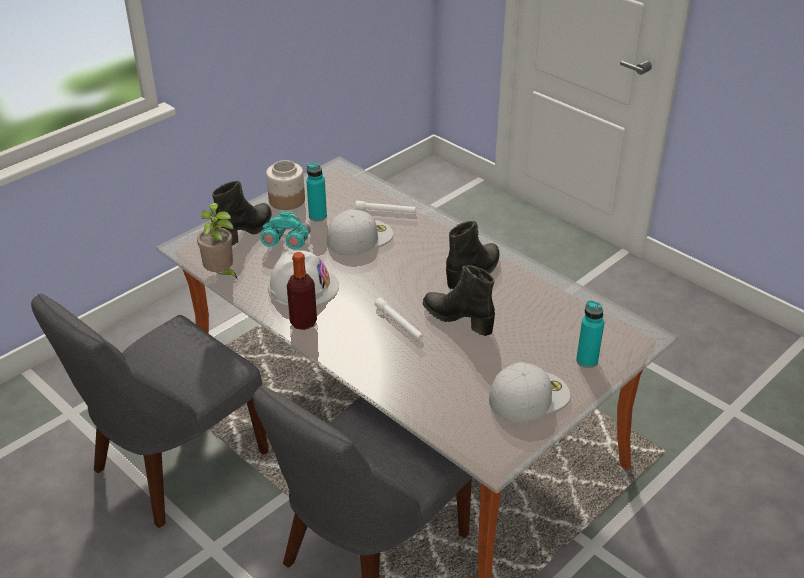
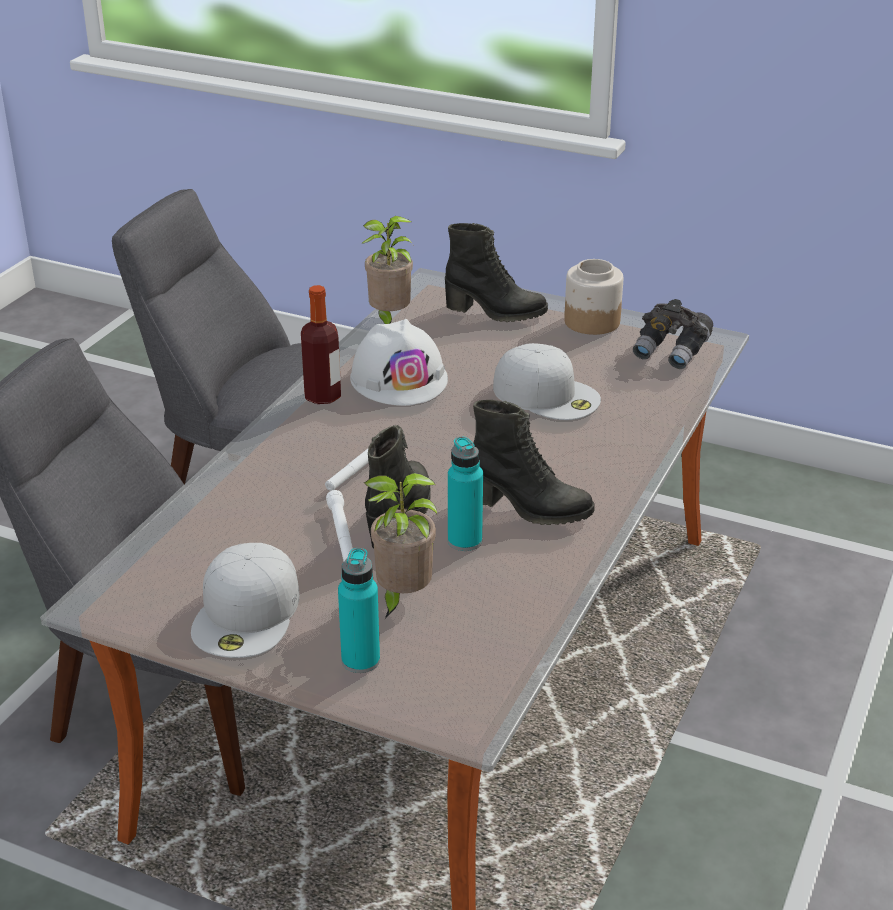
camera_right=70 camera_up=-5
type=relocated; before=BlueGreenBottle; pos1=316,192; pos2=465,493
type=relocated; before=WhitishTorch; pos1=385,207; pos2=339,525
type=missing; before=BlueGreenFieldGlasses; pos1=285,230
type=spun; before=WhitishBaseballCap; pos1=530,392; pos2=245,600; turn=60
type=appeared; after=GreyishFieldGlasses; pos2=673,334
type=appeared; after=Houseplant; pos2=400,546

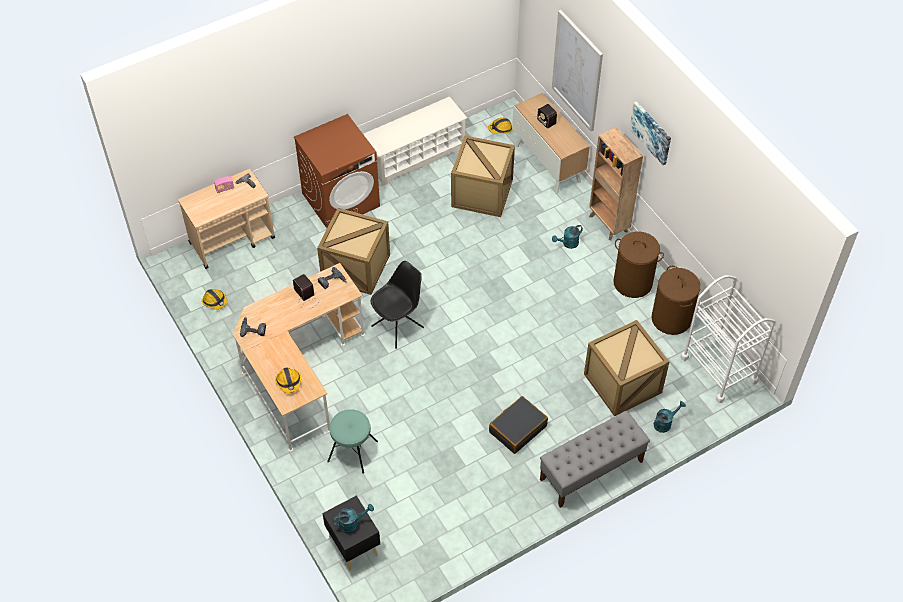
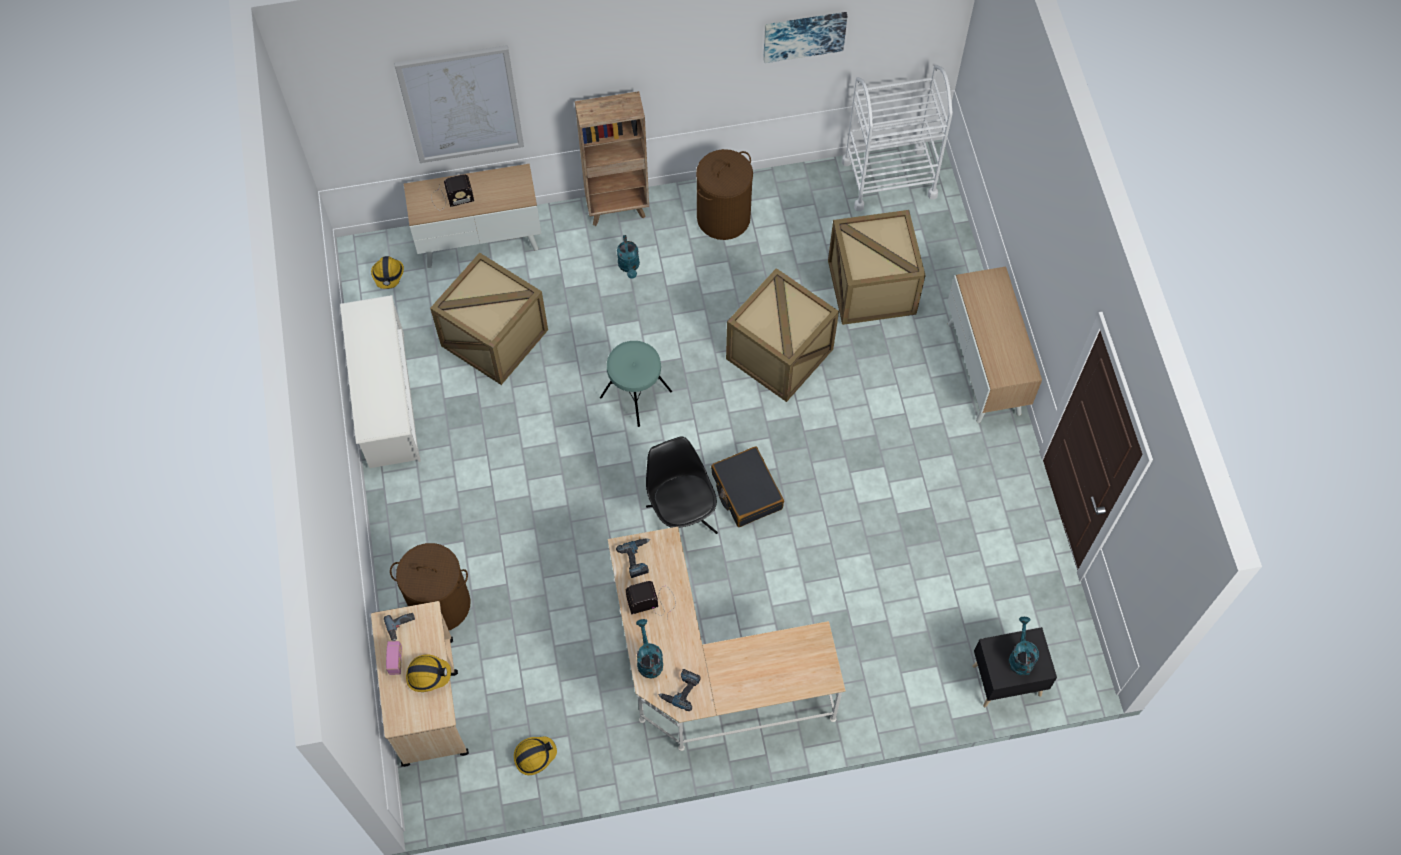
camera_right=-70 camera_up=10
type=relocated; before=Picture; pos1=650,133; pos2=805,37
type=missing; before=BrownColouredLaundryAppliance; pos1=337,171
type=relocated; before=PackingCrate; pos1=353,251; pos2=782,335
type=relocated; before=BrownColouredLaundryBasket; pos1=676,300; pos2=430,586
type=relocated; before=SafetyHelmet; pos1=288,380; pos2=428,673
type=relocated; before=BlackPieceOfLuggage; pos1=518,425; pos2=747,486
type=relocated; before=BlueGreenWateringPot; pos1=670,417; pos2=649,648
type=relocated; before=BlueGreenStoolSeat; pos1=352,441; pos2=636,384
type=exchanged; before=GreyishIndoorBench; after=Cupboard; pos1=595,459; pos2=994,345

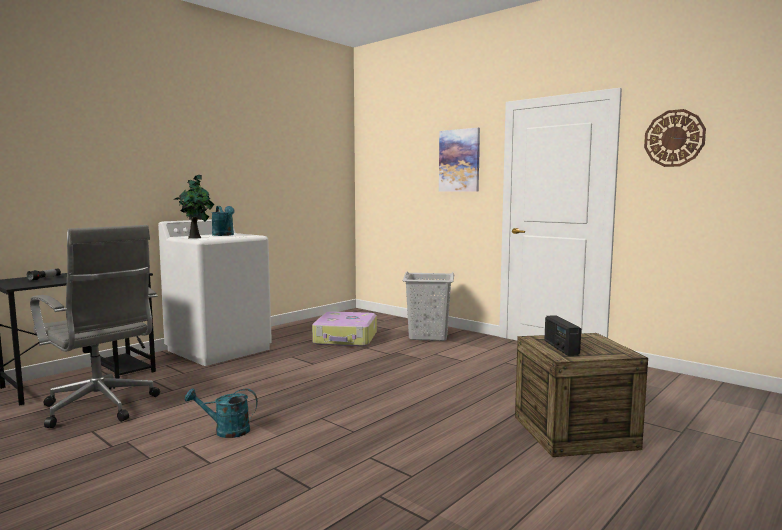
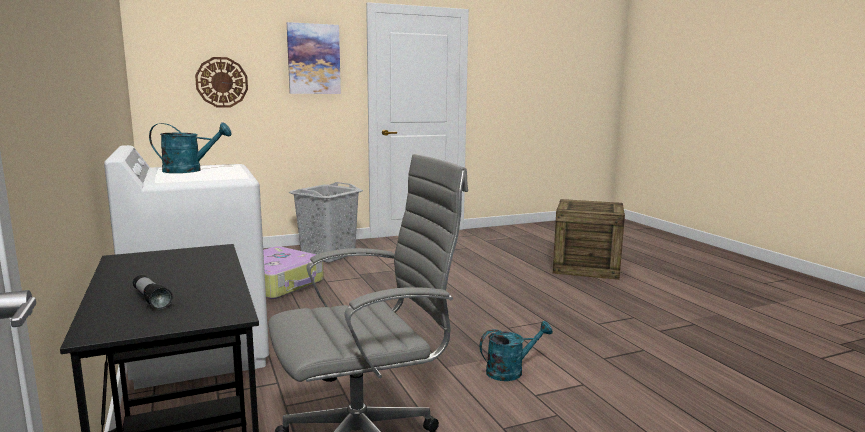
camera_right=-65 camera_up=5
type=relocated; before=ClockOnTheWall; pos1=675,138; pos2=221,82
type=missing; before=Houseplant; pos1=194,207
type=missing; before=Radio; pos1=562,335
type=spun; before=BlueGreenWateringPot; pos1=221,413; pos2=516,351; turn=-135

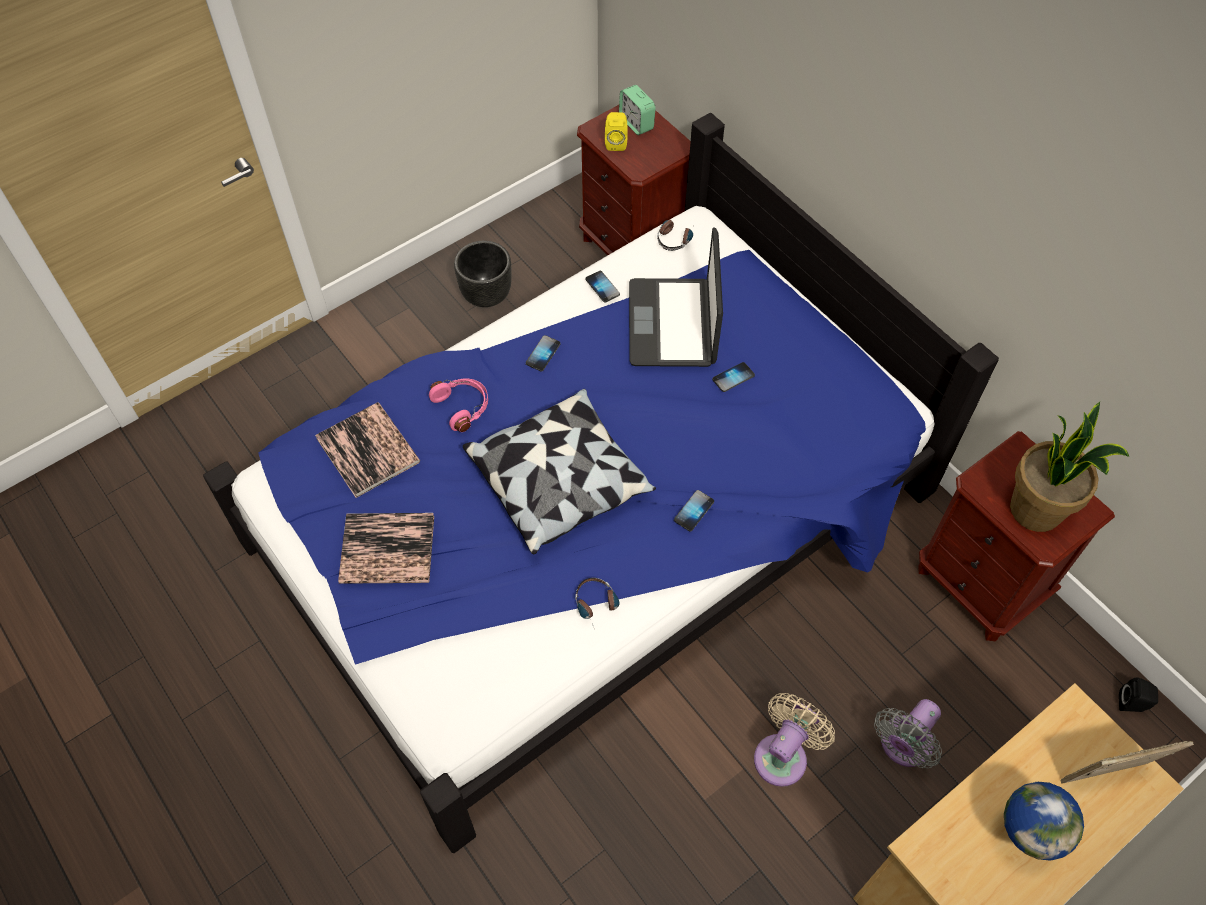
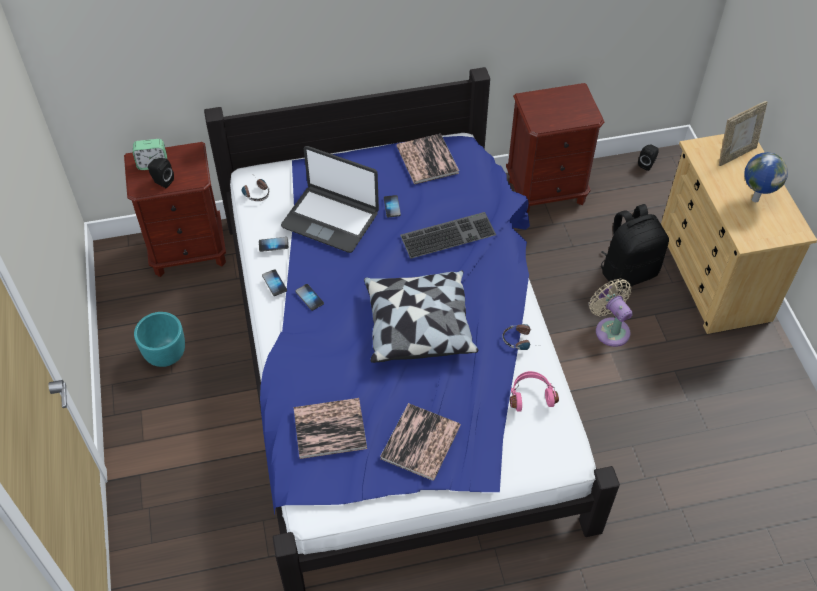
camera_right=-65 camera_up=-5
type=colour; before=YellowAudioSpeaker; after=BlackAudioSpeaker; pos1=616,131; pos2=161,173
type=colour; before=BlackFlowerPot; after=BlueGreenFlowerPot; pos1=483,274; pos2=159,339
type=relocated; before=PinkHeadphones; pos1=458,405; pos2=534,391
type=missing; before=Houseplant; pos1=1069,467
type=relocated; before=Phone; pos1=694,510; pos2=274,282
type=exchanged; before=GreyishCoolingFan; after=BlackKnapsack; pos1=908,734; pos2=635,246
type=spun; before=PictureFrame; pos1=1127,762; pos2=743,133; turn=-135
type=appeared; after=BoundBook; pos2=427,159
type=appeared; after=ComputerKeyboard; pos2=448,235

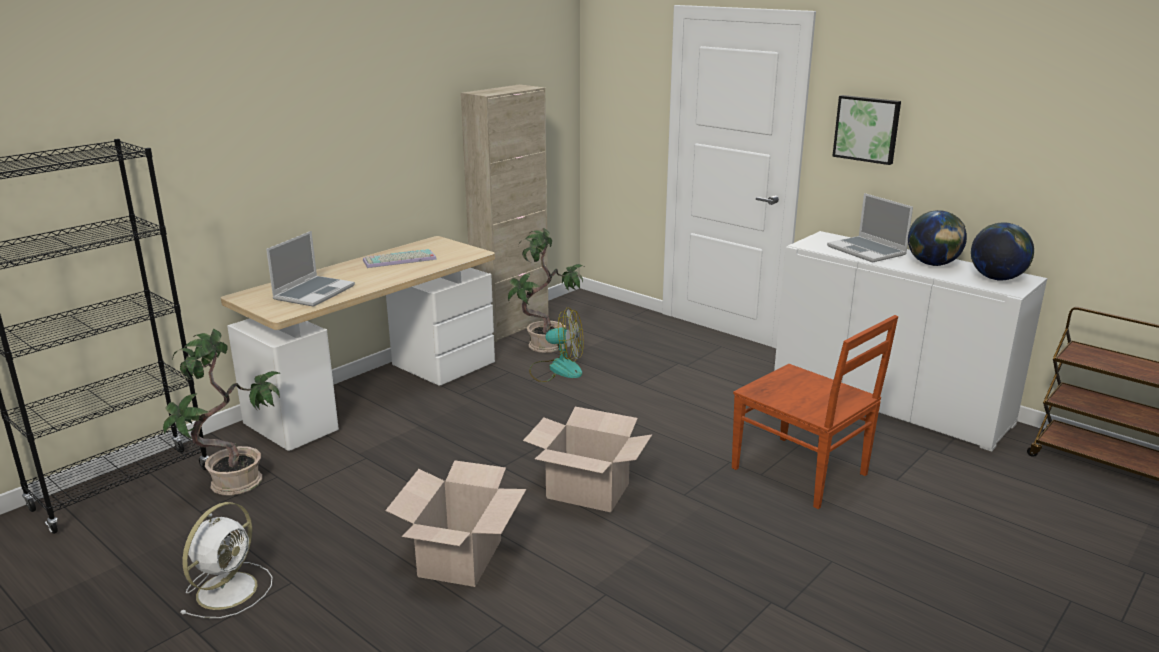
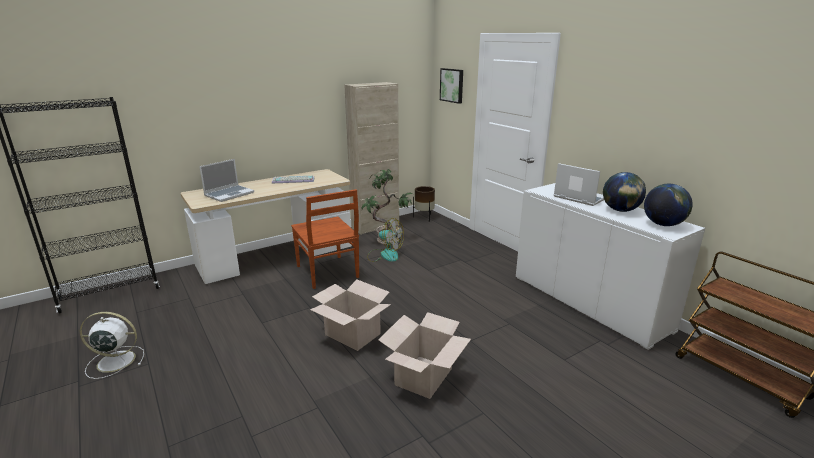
camera_right=15 camera_up=0
type=relocated; before=Picture; pos1=866,130; pos2=451,86
type=spun; before=Laptop; pos1=870,228; pos2=579,184; turn=150
type=relocated; before=BrownColouredChair; pos1=815,412; pos2=325,239
type=missing; before=Houseplant; pos1=222,412
type=relocated; before=CardboardBox; pos1=455,523; pos2=424,355
type=spun; before=WhitishCoolingFan; pos1=227,560; pos2=112,345; turn=-135
type=appeared; after=BrownColouredFlowerPot; pos2=424,204

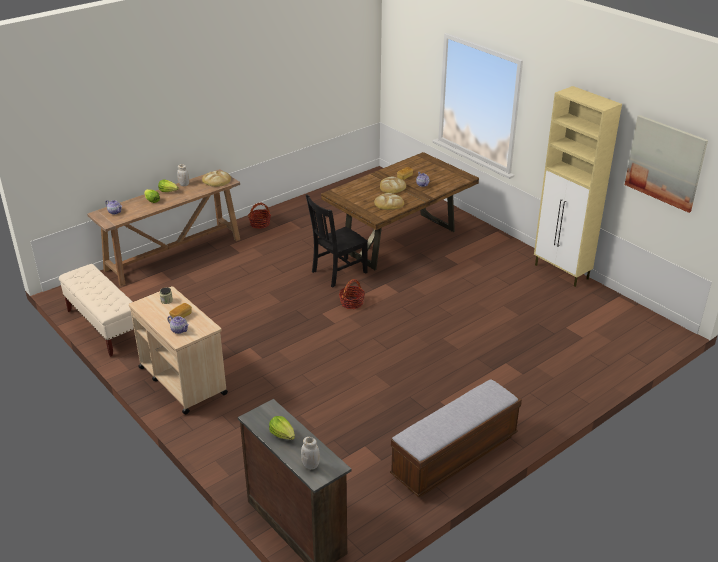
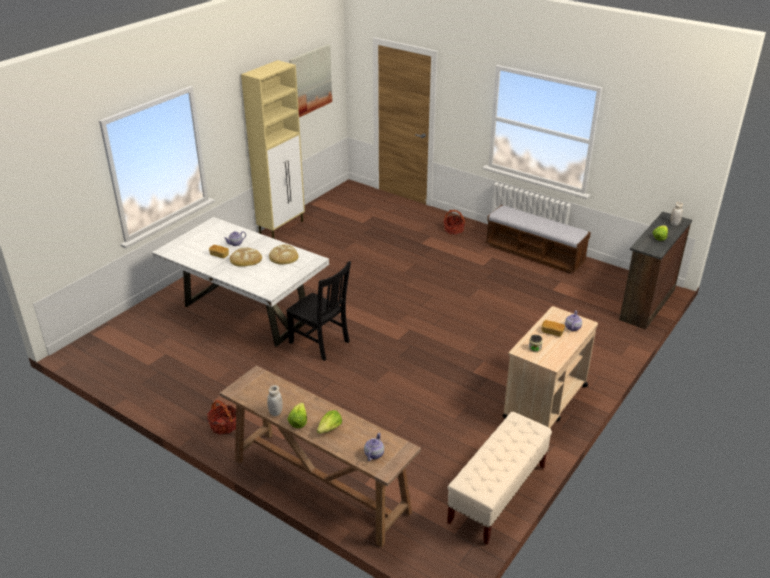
camera_right=-105 camera_up=0
type=colour; before=BrownColouredKitchenTable; after=WhitishKitchenTable; pos1=400,211; pos2=240,282
type=missing; before=Bread; pos1=216,179
type=relocated; before=HouseholdBasket; pos1=352,294; pos2=454,222

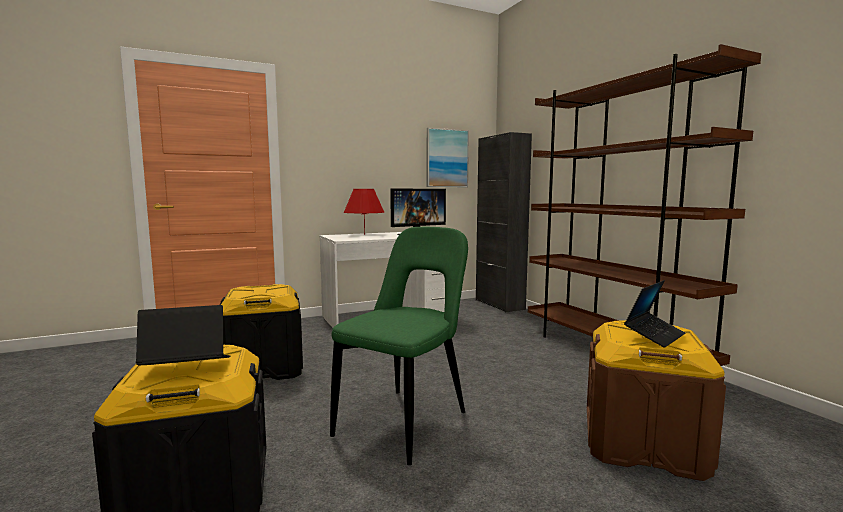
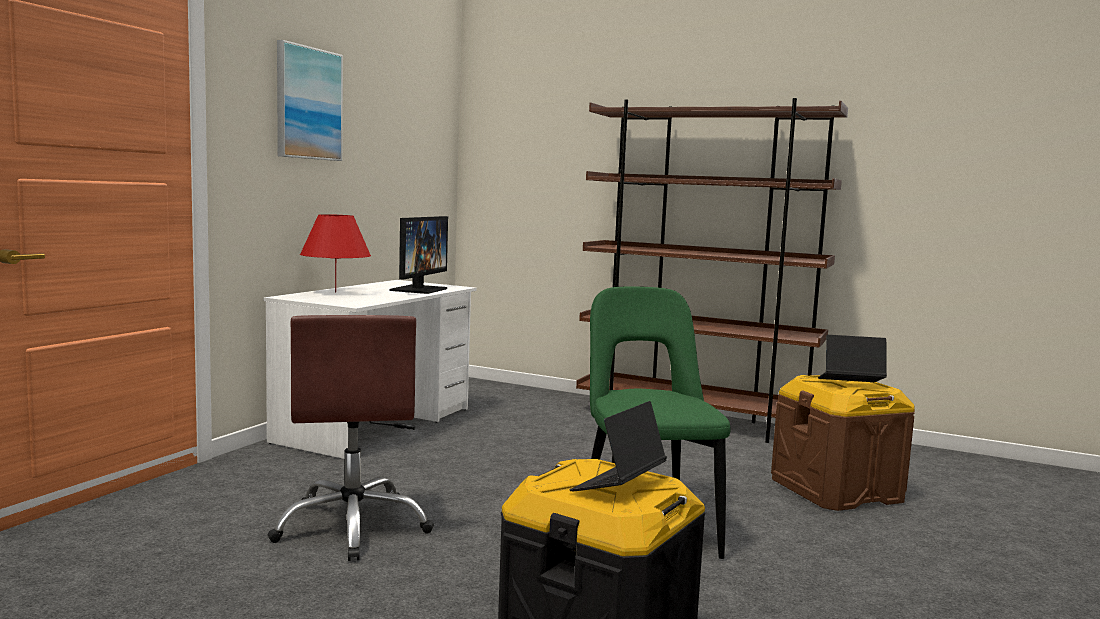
camera_right=-40 camera_up=0
type=relocated; before=Picture; pos1=448,157; pos2=310,100
type=missing; before=BlackCupboard; pos1=504,222
type=spun; before=Laptop; pos1=654,314; pos2=852,358; turn=-90
type=exchanged; before=BlackStorageBox; after=BrownColouredOfficeChair; pos1=261,332; pos2=351,438

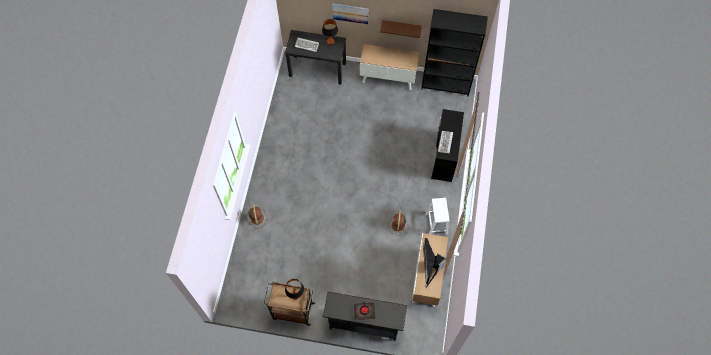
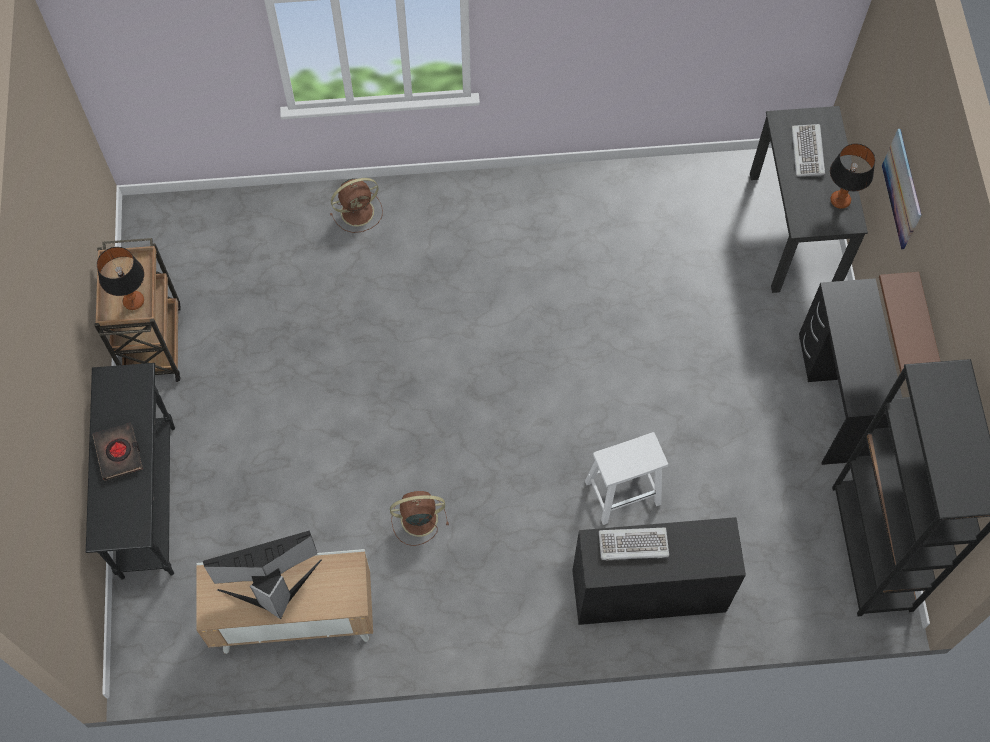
camera_right=75 camera_up=0
type=exchanged; before=Cupboard; after=BlackDesk; pos1=389,67; pos2=850,371
type=relocated; before=WhitishStoolSeat; pos1=438,216; pos2=626,478

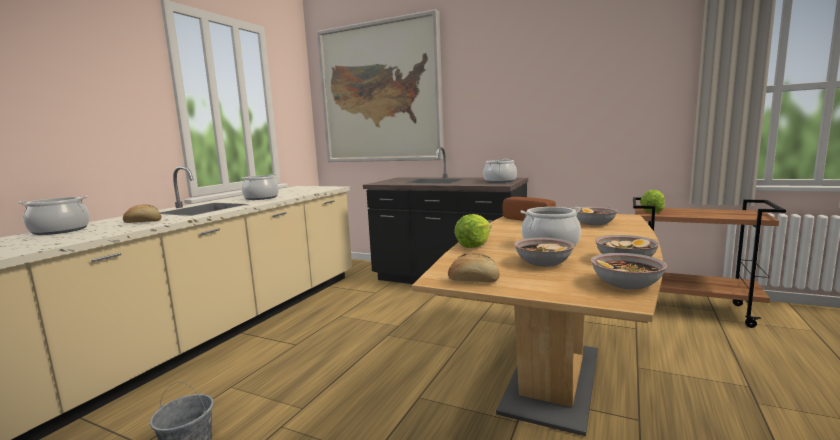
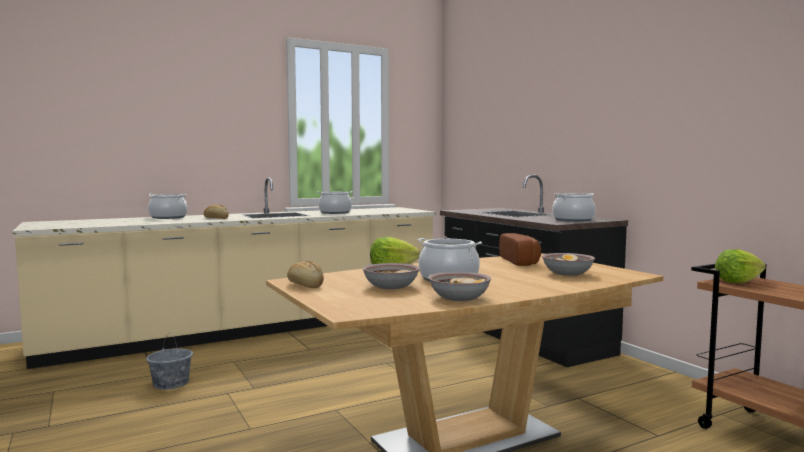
camera_right=35 camera_up=-5
type=missing; before=Picture; pos1=380,85
type=missing; before=ServingBowl; pos1=629,271

